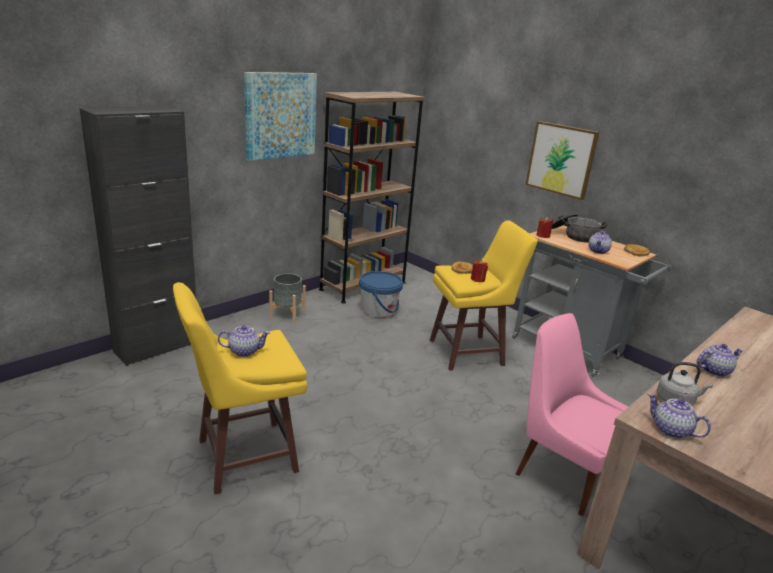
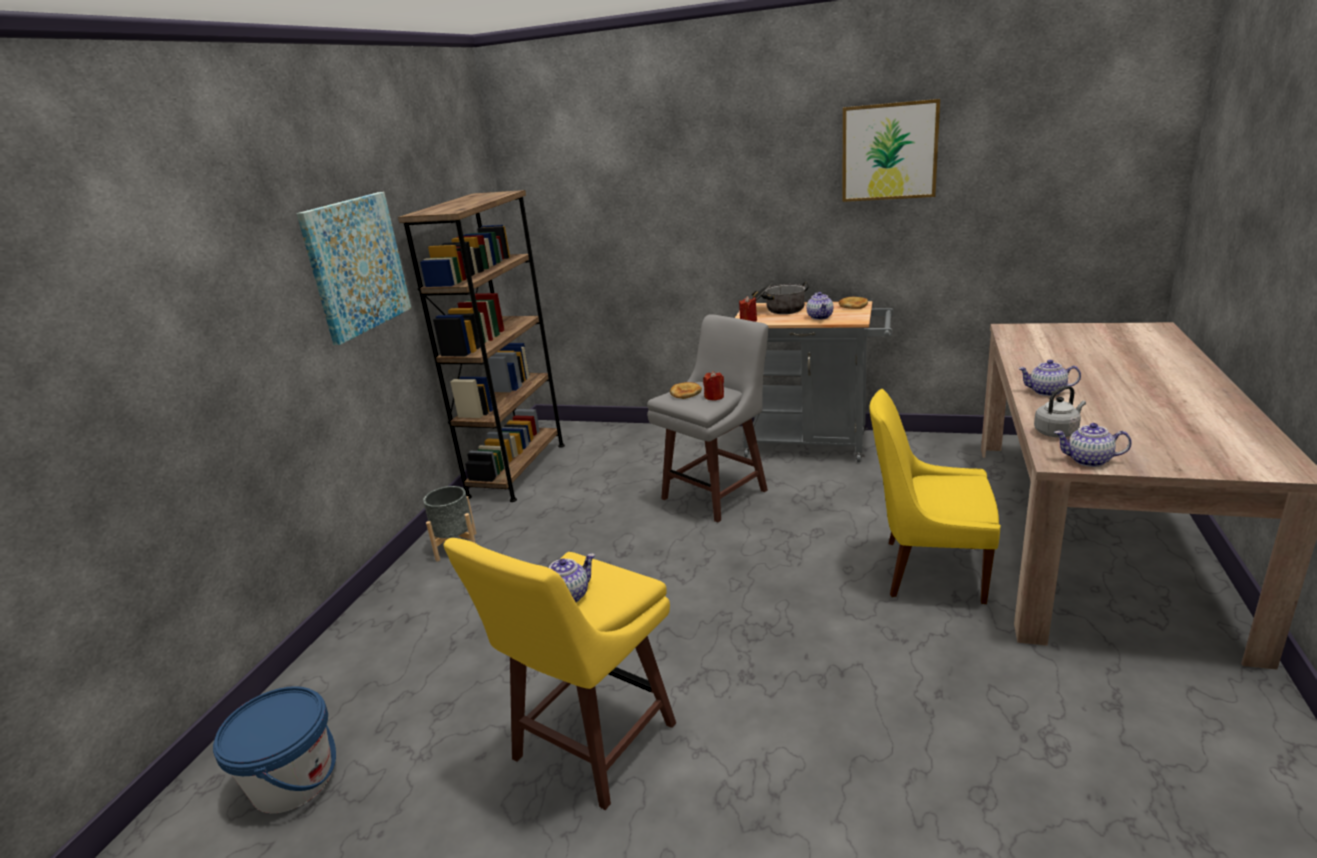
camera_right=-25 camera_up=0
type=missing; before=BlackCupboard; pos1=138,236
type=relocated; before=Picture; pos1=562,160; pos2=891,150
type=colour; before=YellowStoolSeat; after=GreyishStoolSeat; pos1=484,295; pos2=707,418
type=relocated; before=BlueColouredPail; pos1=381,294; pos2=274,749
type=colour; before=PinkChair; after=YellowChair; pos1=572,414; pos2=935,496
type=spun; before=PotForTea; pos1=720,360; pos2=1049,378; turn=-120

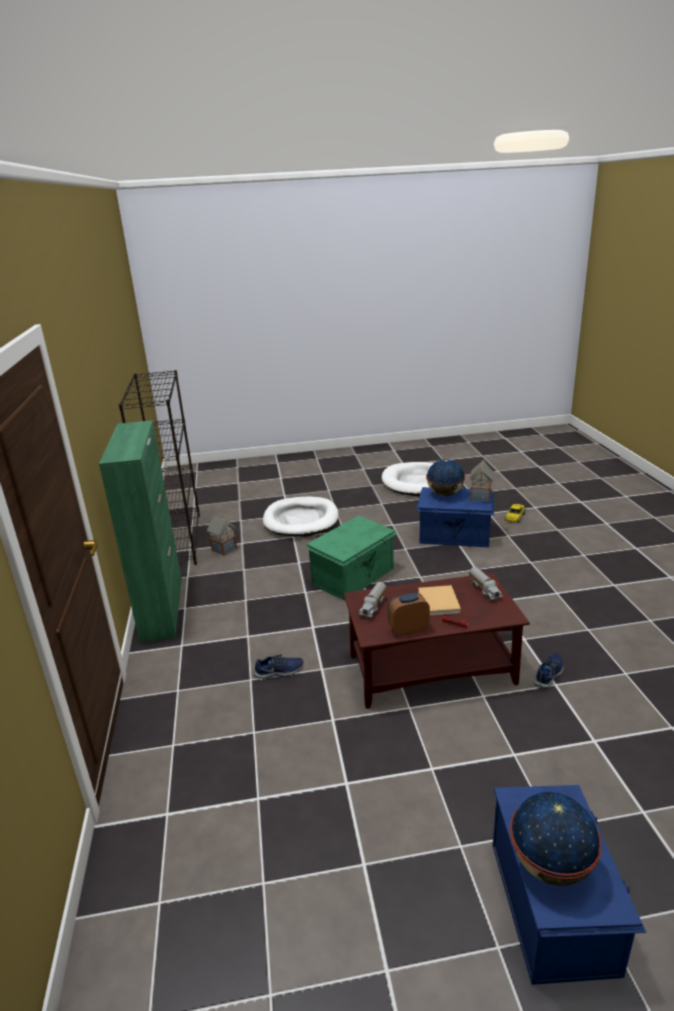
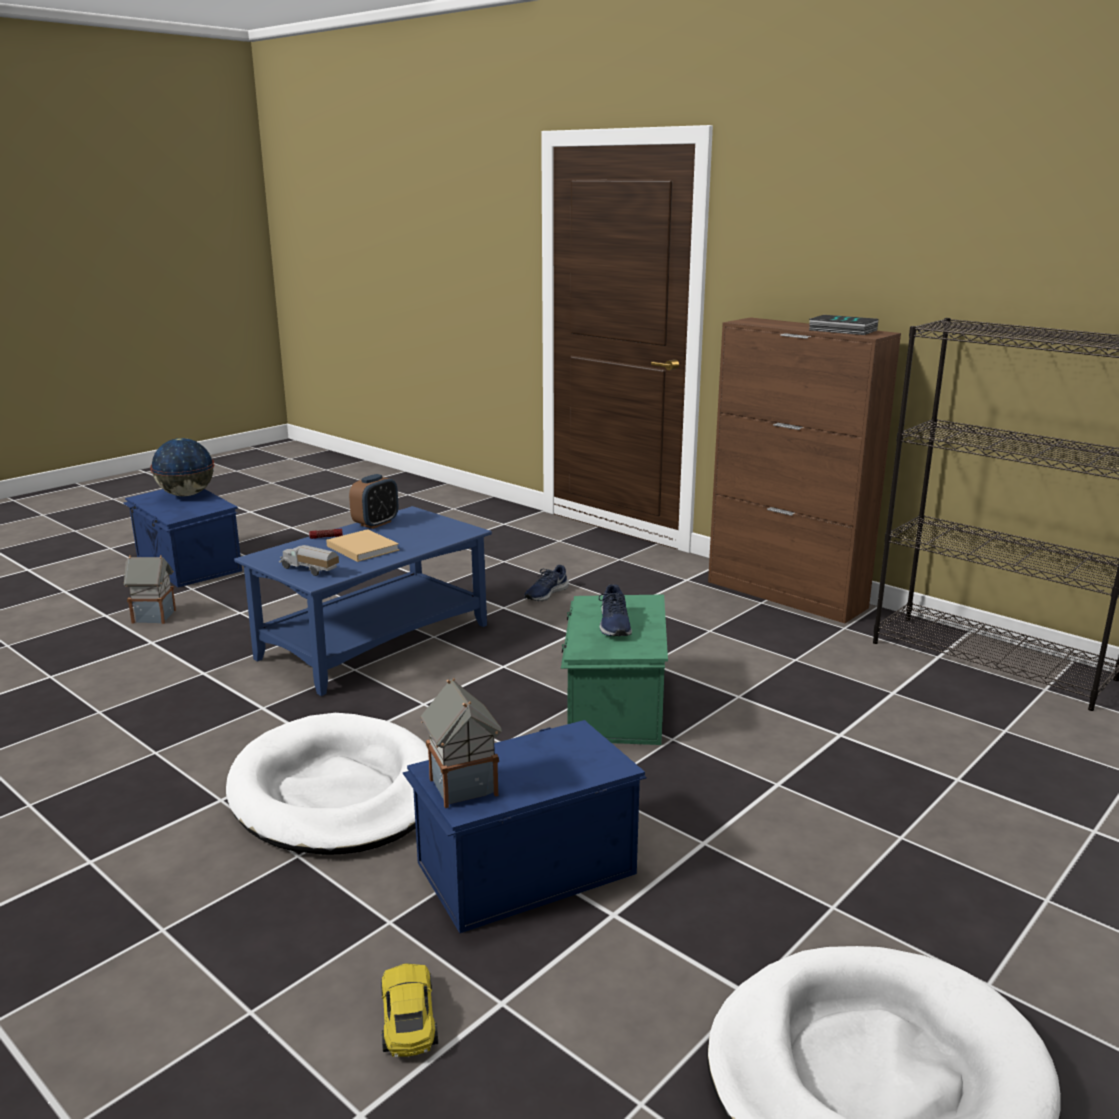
camera_right=140 camera_up=-5
type=colour; before=GreenCupboard; after=BrownColouredCupboard; pos1=140,531; pos2=804,470
type=missing; before=DeskGlobe; pos1=445,477
type=relocated; before=WhitishPetBed; pos1=301,517; pos2=327,784
type=relocated; before=ModelHouse; pos1=222,536; pos2=149,589
type=colour; before=BrownColouredLowTable; after=BlueColouredLowTable; pos1=437,641; pos2=363,601
type=missing; before=ToyLorry; pos1=373,600
type=relocated; before=BlueColouredLowShoe; pos1=548,670; pos2=615,610
type=appeared; after=BoundBook; pos2=844,325

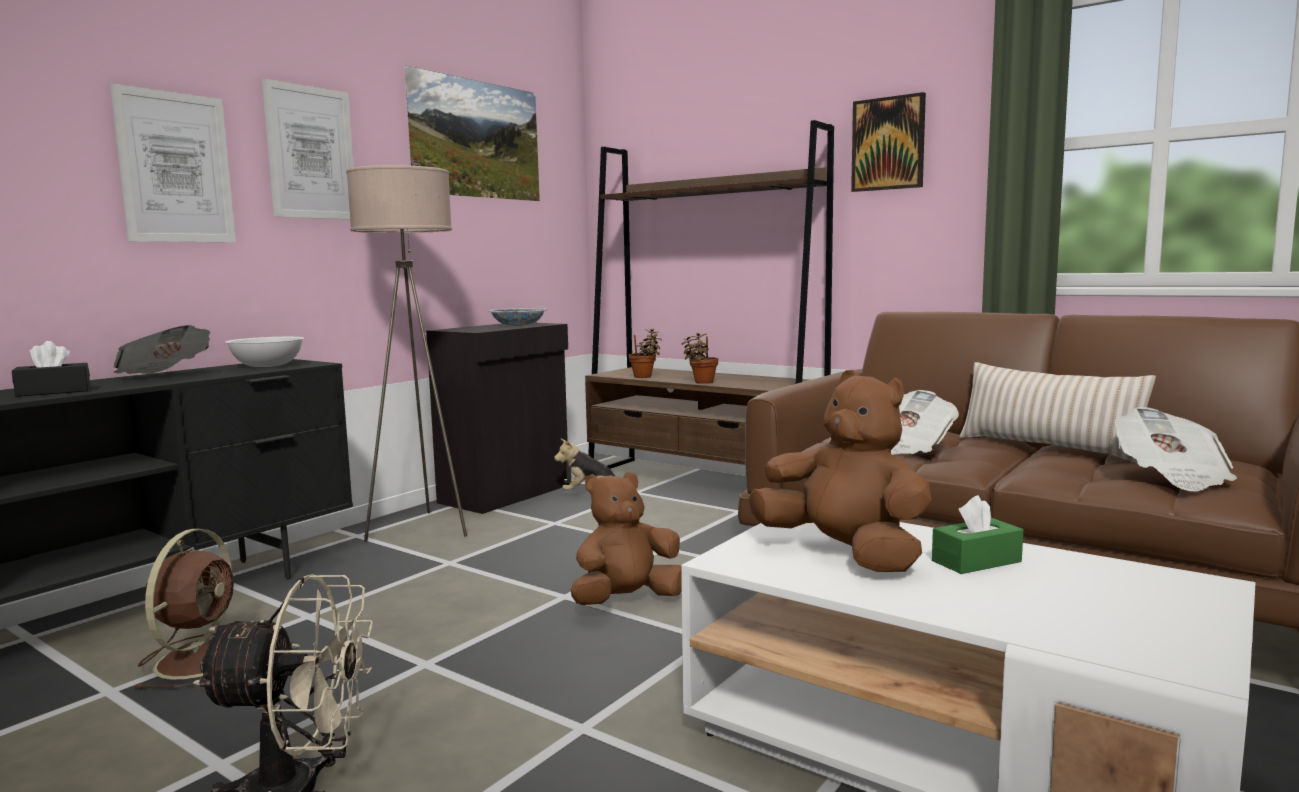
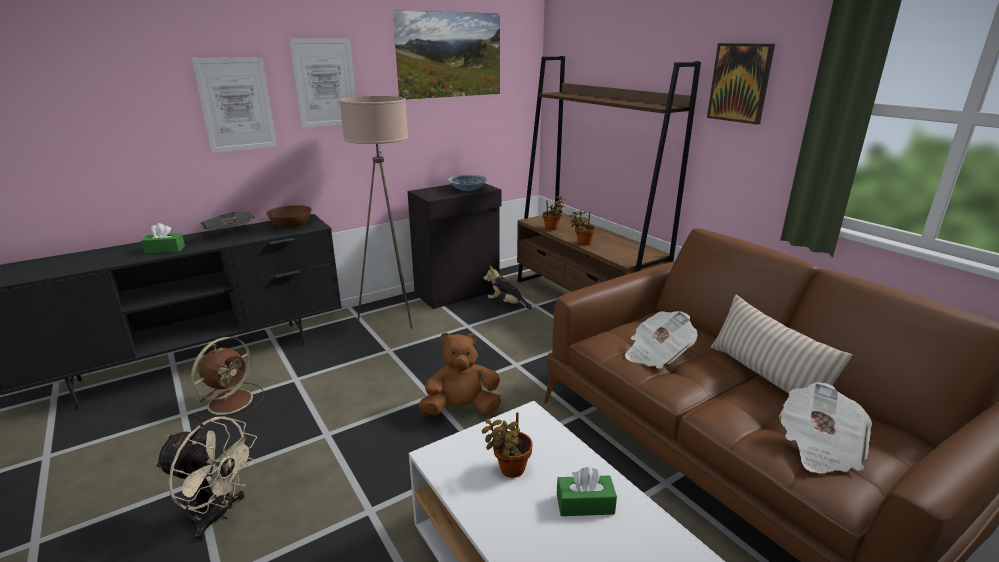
camera_right=20 camera_up=15
type=colour; before=WhitishServingBowl; after=BrownColouredServingBowl; pos1=265,352; pos2=289,216
type=colour; before=BlackTissueBox; after=GreenTissueBox; pos1=51,369; pos2=163,238
type=exchanged; before=BrownColouredPlushToy; after=Houseplant; pos1=840,471; pos2=507,445

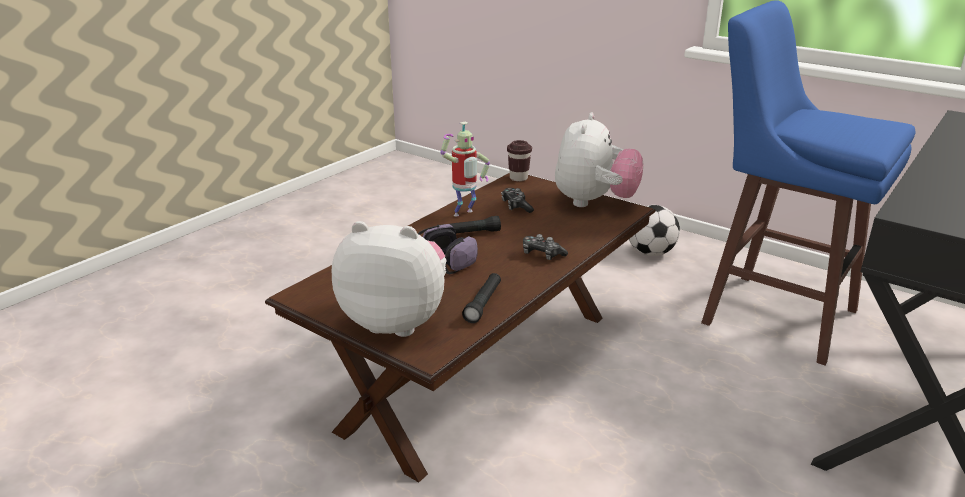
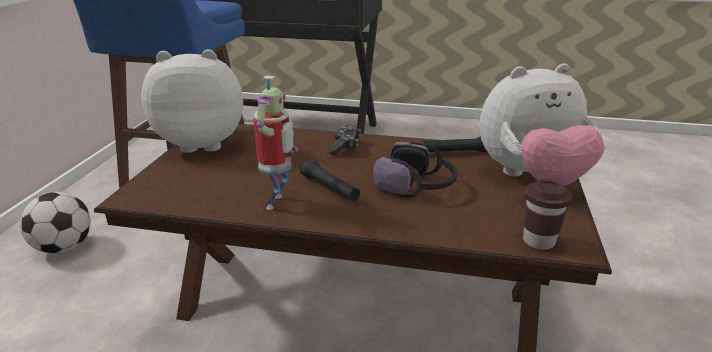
camera_right=-115 camera_up=0
type=spun; before=RobotFigure; pos1=465,169; pos2=275,143; turn=75
type=relocated; before=BrownColouredSmallCup; pos1=519,160; pos2=547,214
type=missing; before=Joypad; pos1=517,200
type=spun; before=PlushToy; pos1=389,279; pos2=542,124; turn=-90

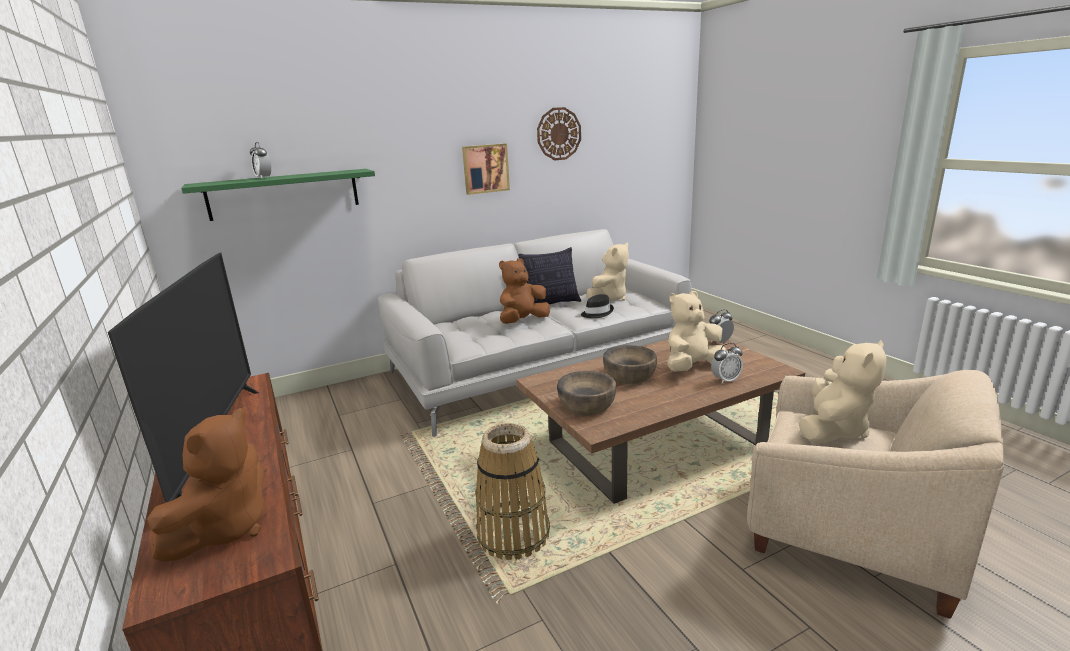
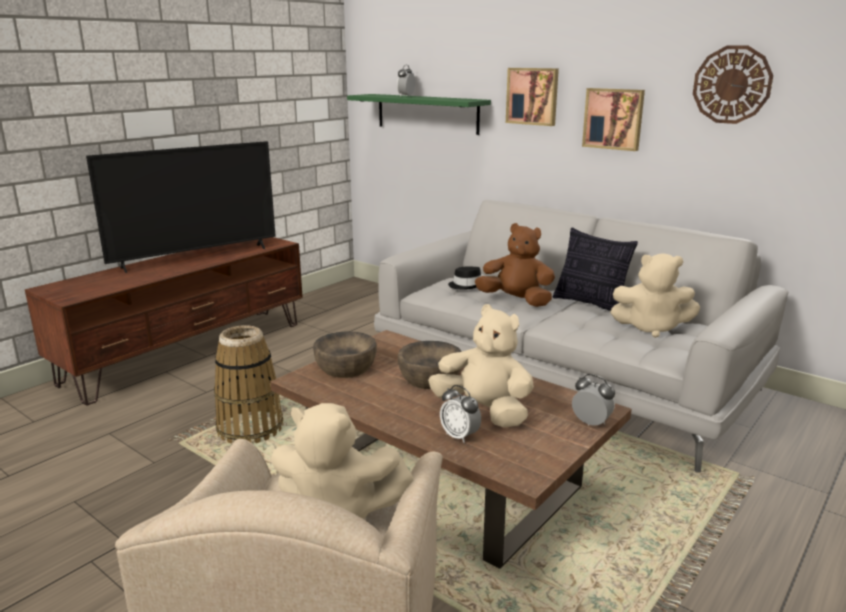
camera_right=65 camera_up=0
type=relocated; before=BlackHat; pos1=597,306; pos2=464,278
type=missing; before=BrownColouredPlushToy; pos1=206,485
type=appeared; after=Picture; pos2=532,97

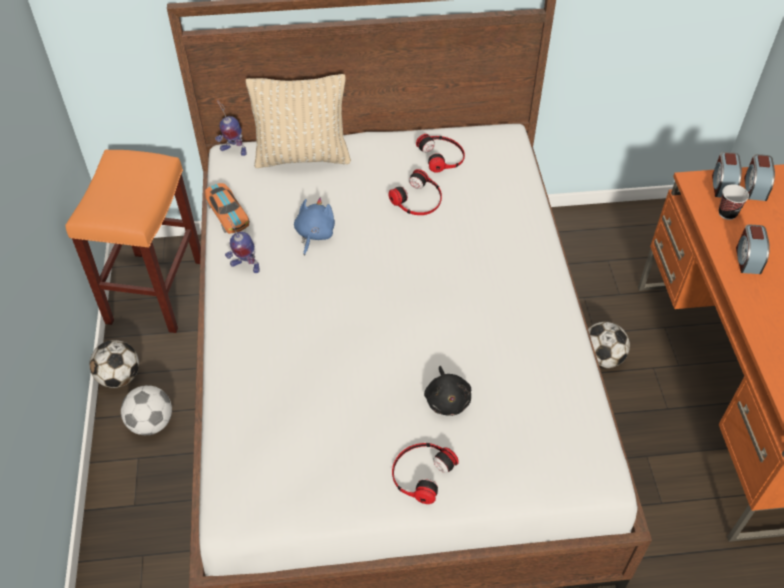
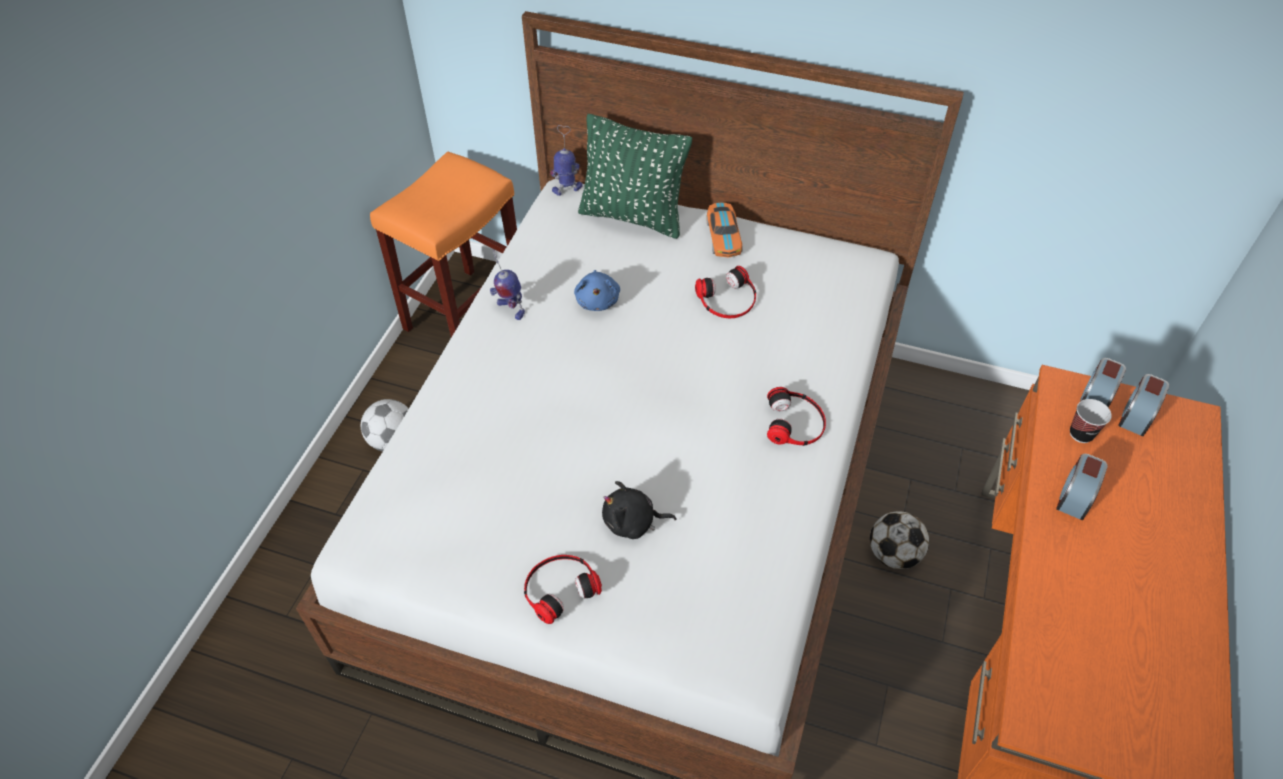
camera_right=25 camera_up=0
type=colour; before=BeigeColouredThrowPillow; after=GreenThrowPillow; pos1=298,121; pos2=635,176
type=spun; before=RobotFigure; pos1=231,128; pos2=566,160; turn=120
type=relocated; before=Headphones; pos1=440,153; pos2=796,416
type=relocated; before=ModelCar; pos1=227,208; pos2=724,230
type=spun; before=BlueColouredPlushToy; pos1=314,226; pos2=597,290; turn=135
type=missing; before=FootballBall; pos1=114,364
type=spun; before=BlackPlushToy; pos1=447,391; pos2=639,510; turn=75

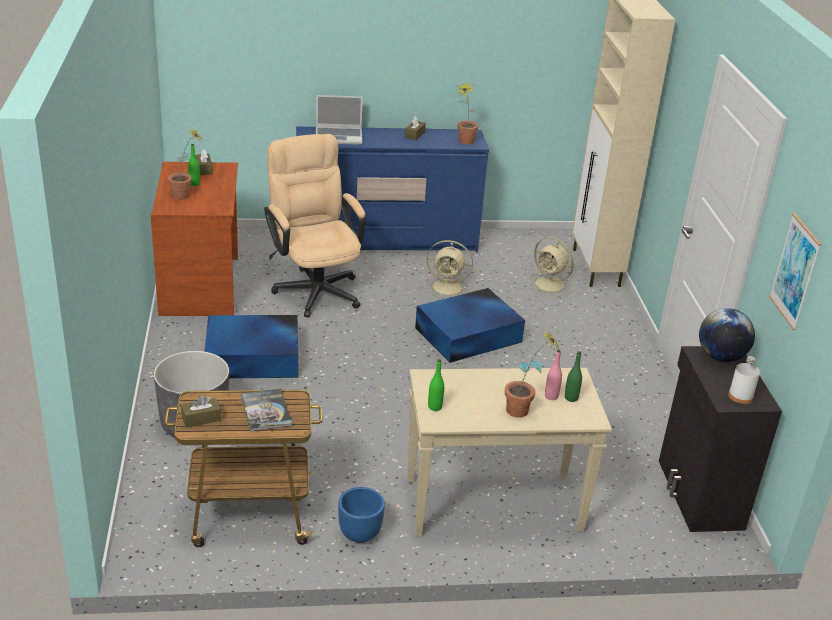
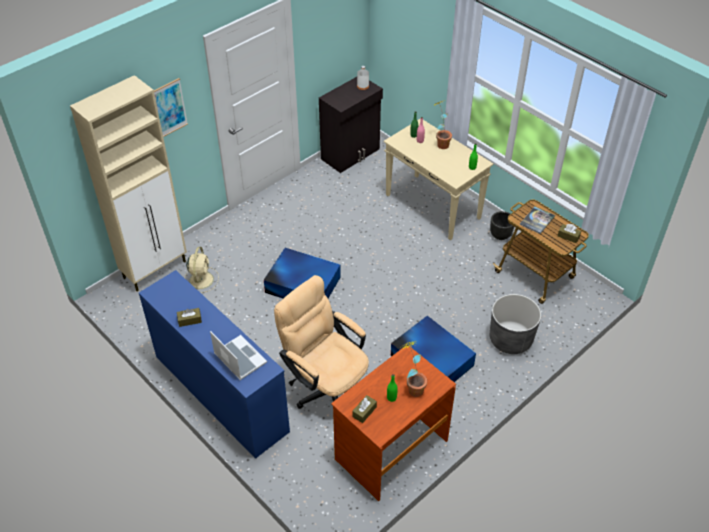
camera_right=-125 camera_up=15
type=missing; before=Houseplant; pos1=469,113
type=spun; before=BeigeColouredOfficeChair; pos1=315,226; pos2=321,342; turn=105
type=relocated; before=Picture; pos1=795,271; pos2=171,107
type=missing; before=BeigeColouredCoolingFan; pos1=448,269
type=missing; before=DeskGlobe; pos1=727,335
type=colour; before=BlueColouredFlowerPot; after=BlackFlowerPot; pos1=361,515; pos2=502,225

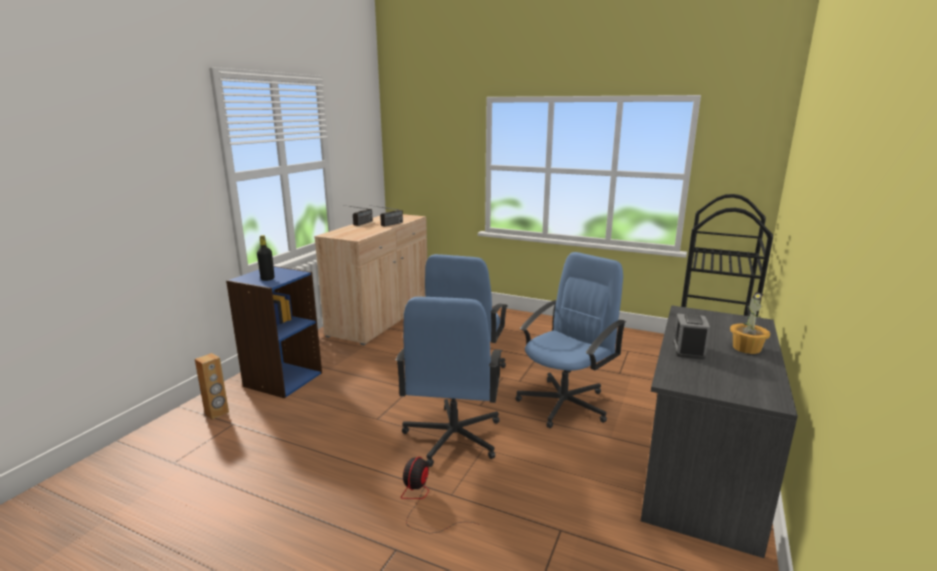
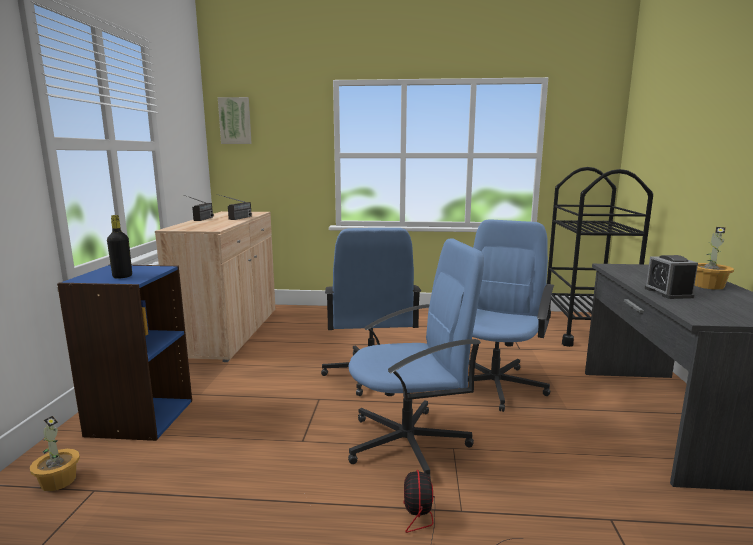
camera_right=-20 camera_up=-5
type=spun; before=BlueColouredOfficeChair; pos1=448,382; pos2=416,358; turn=-90
type=exchanged; before=BrownColouredAudioSpeaker; after=Houseplant; pos1=212,386; pos2=55,453
type=appeared; after=Picture; pos2=235,120

